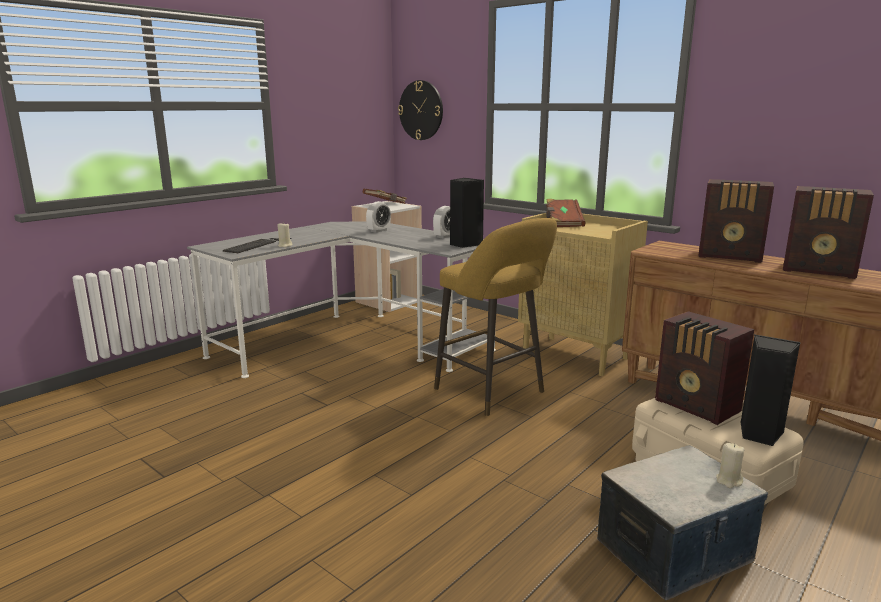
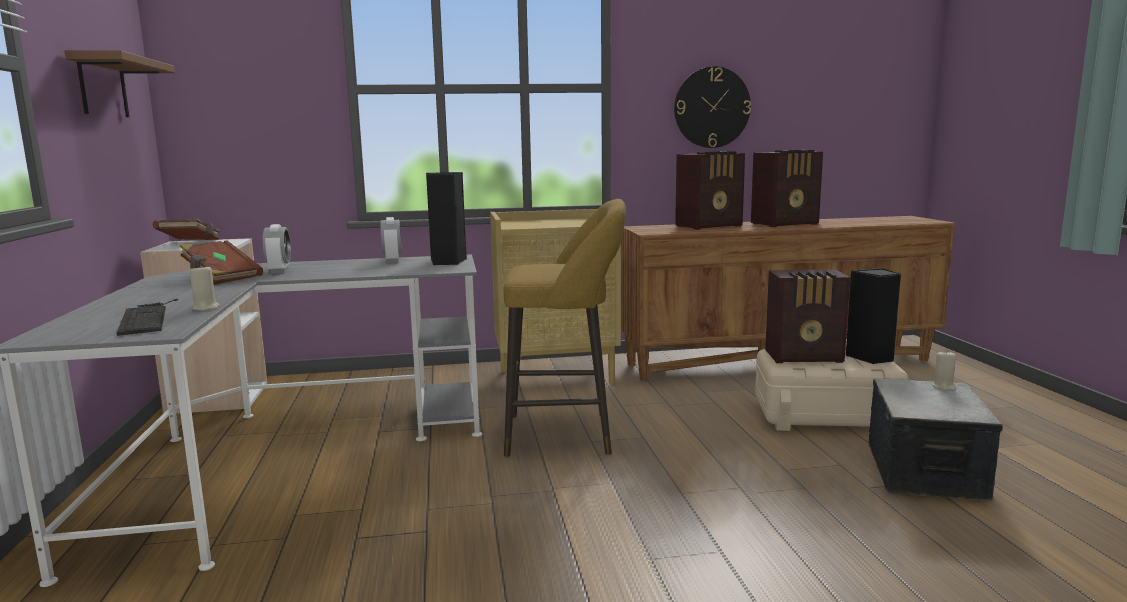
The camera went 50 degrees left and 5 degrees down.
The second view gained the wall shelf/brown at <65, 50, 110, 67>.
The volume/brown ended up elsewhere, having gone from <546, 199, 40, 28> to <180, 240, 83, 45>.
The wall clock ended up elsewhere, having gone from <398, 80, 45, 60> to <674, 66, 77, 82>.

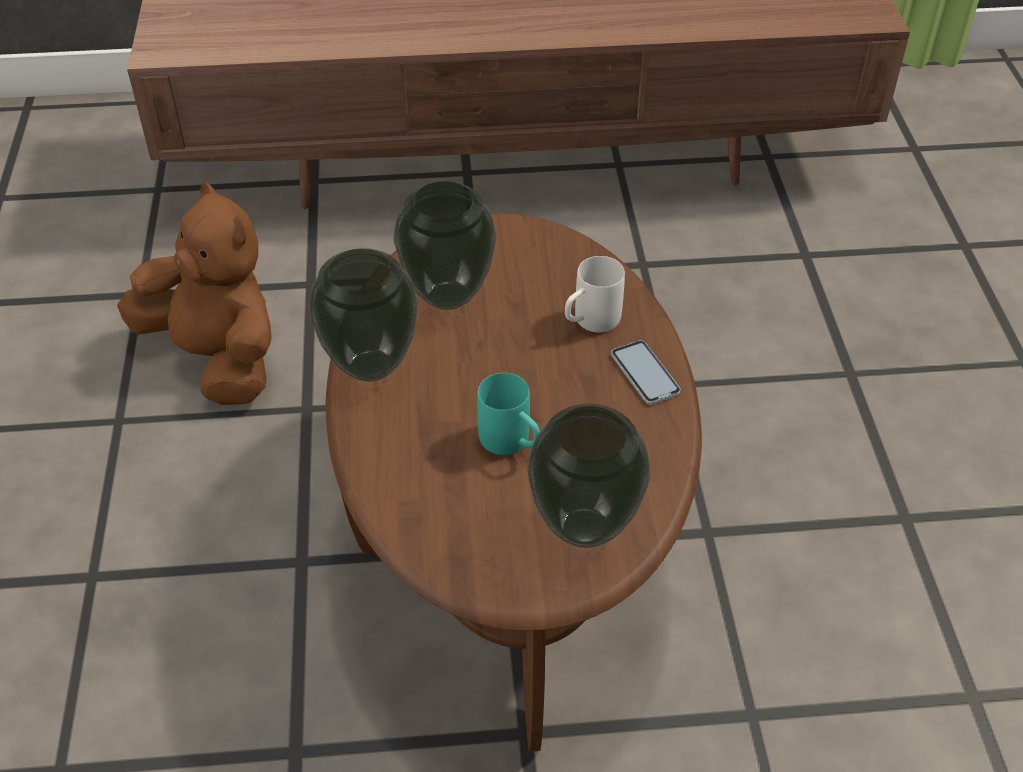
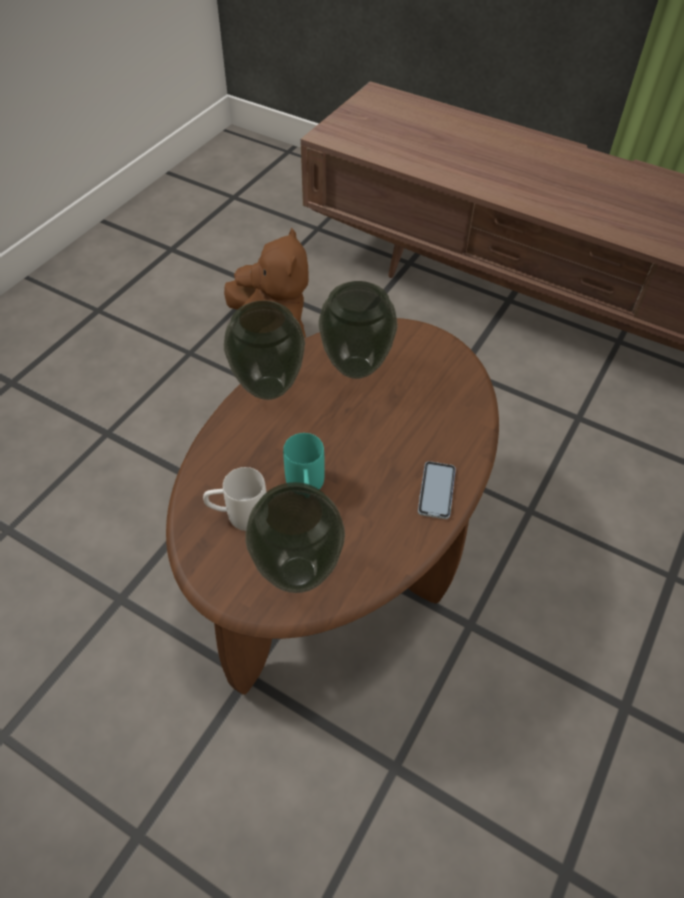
The camera went 35 degrees right and 5 degrees up.
The coffee mug/white ended up elsewhere, having gone from <565, 256, 60, 76> to <203, 467, 63, 64>.

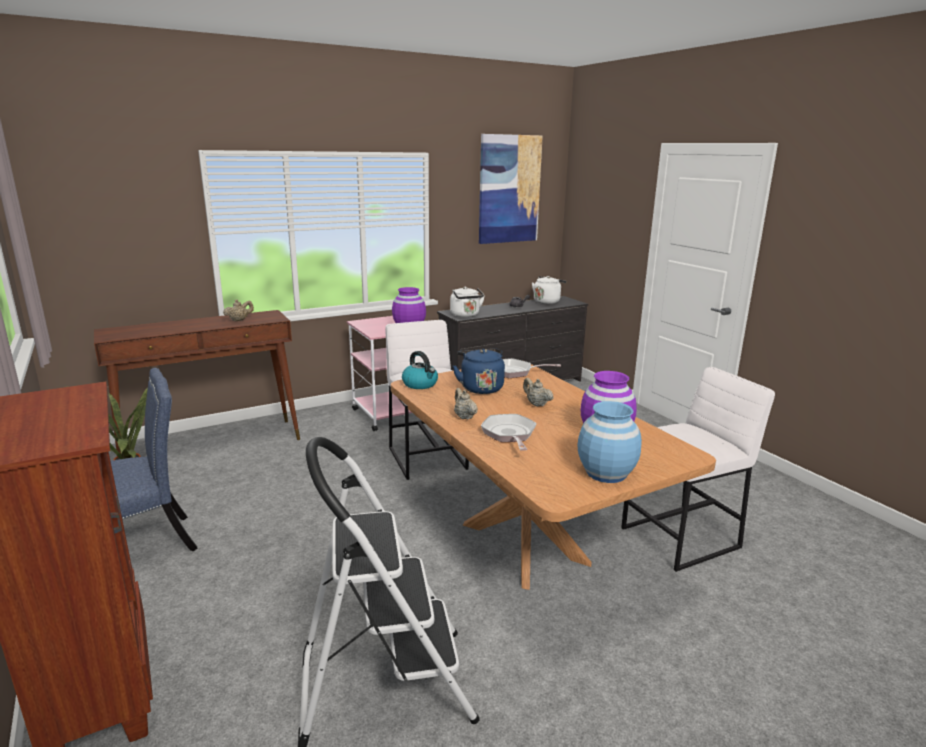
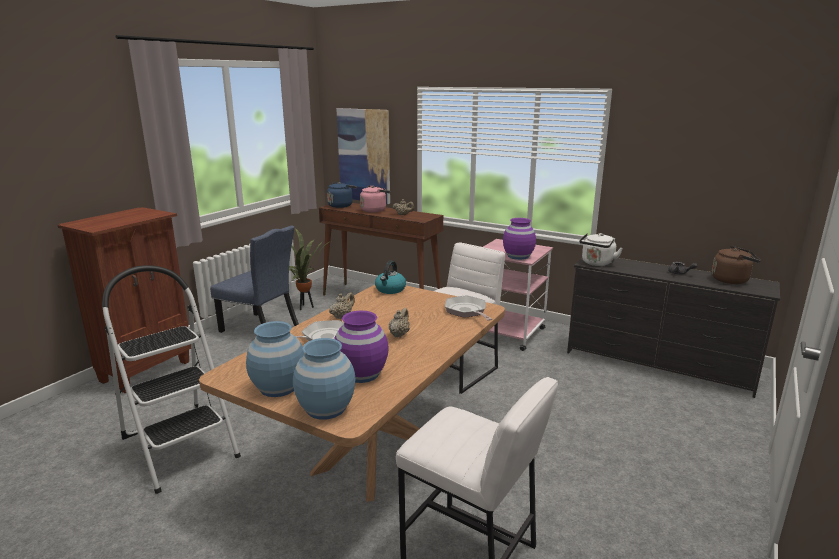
The camera went 60 degrees right and 0 degrees up.
The second view gained the flower vase/bluish at <293, 338, 62, 82>.
The kettle/bluish ended up elsewhere, having gone from <453, 349, 52, 45> to <327, 182, 30, 26>.
The wall picture ended up elsewhere, having gone from <479, 134, 64, 110> to <336, 108, 54, 96>.
The second view gained the kettle/pink at <360, 185, 31, 28>.
What was the kettle/white at <532, 276, 34, 28> turned into the kettle/brown at <712, 246, 49, 38>.

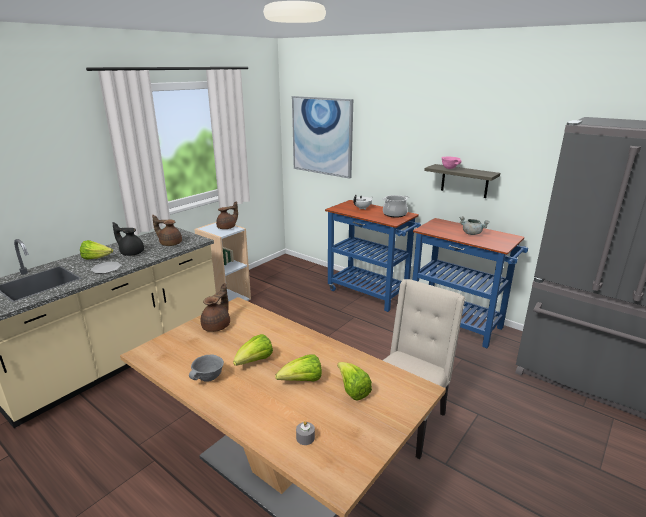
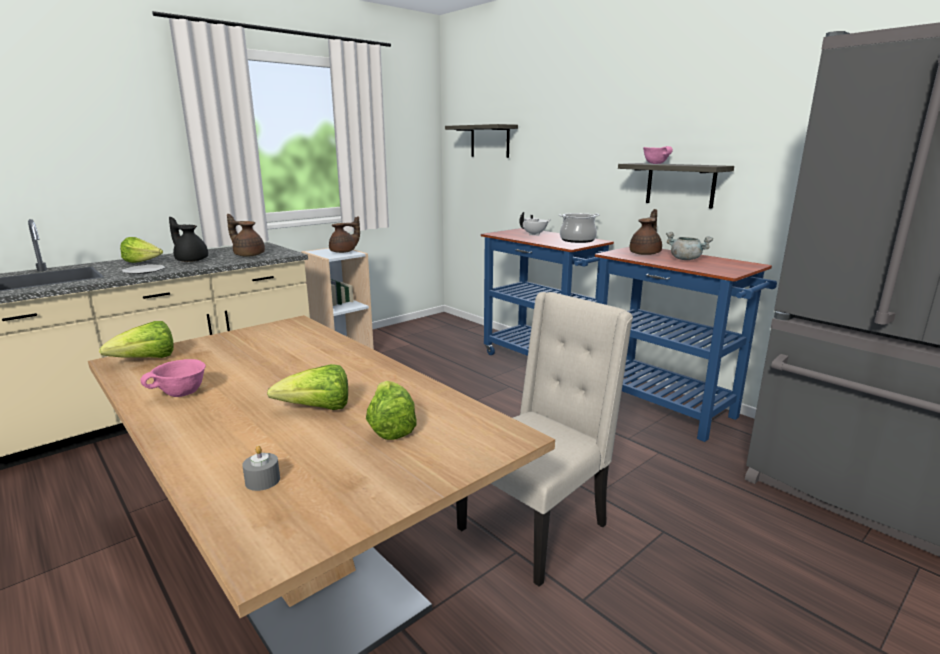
The camera went 10 degrees right and 5 degrees down.
The lettuce ended up elsewhere, having gone from <233, 334, 40, 32> to <99, 321, 74, 37>.
What was the bowl/grey at <189, 354, 35, 28> turned into the bowl/pink at <140, 359, 66, 38>.
Where the wall picture hung at <292, 96, 61, 83>, the wall shelf came to hang at <445, 124, 73, 34>.
The teapot/brown ended up elsewhere, having gone from <201, 283, 29, 49> to <630, 209, 32, 46>.

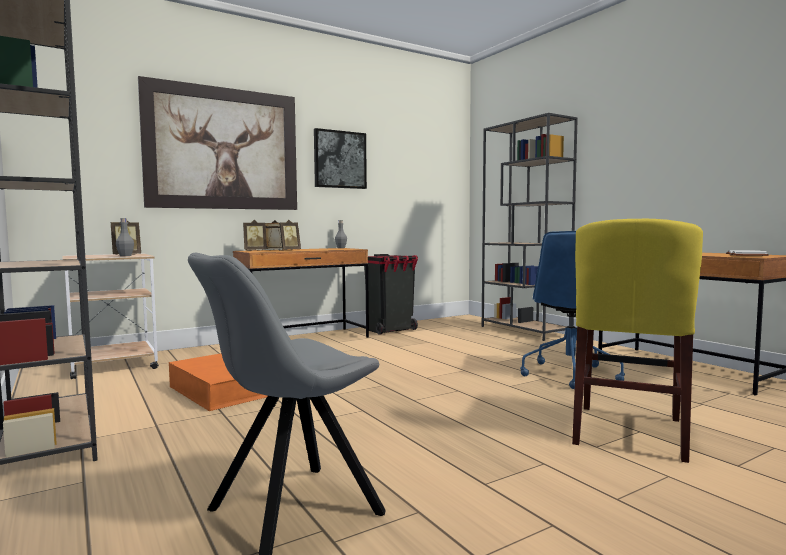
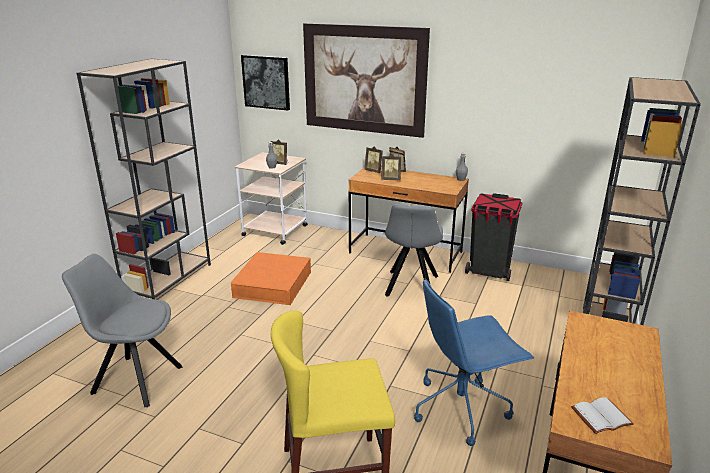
The camera went 55 degrees right and 20 degrees up.
The wall picture ended up elsewhere, having gone from <314, 128, 53, 61> to <241, 55, 49, 55>.
The second view gained the plain chair/grey at <385, 204, 58, 93>.

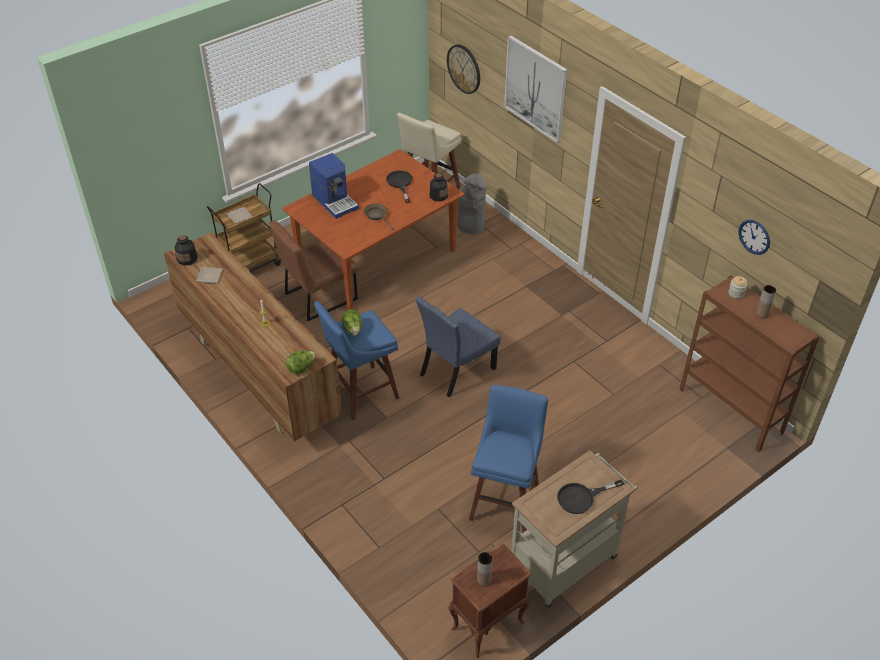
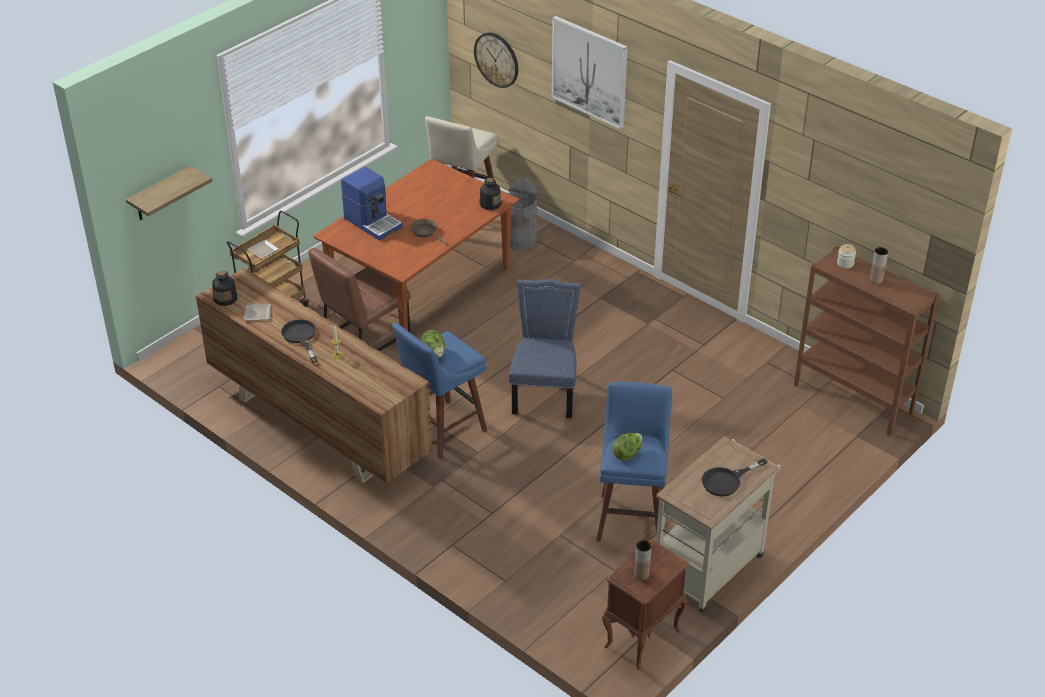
The camera went 10 degrees left and 5 degrees down.
The second view gained the wall shelf at <126, 166, 86, 54>.
The skillet/blackish ended up elsewhere, having gone from <386, 170, 26, 33> to <281, 319, 37, 44>.
The plain chair/bluish at <416, 296, 85, 101> ended up facing another way, 150 degrees clockwise from before.
The lettuce ended up elsewhere, having gone from <286, 350, 30, 24> to <612, 433, 30, 27>.
The second view lost the wall clock at <738, 220, 32, 35>.

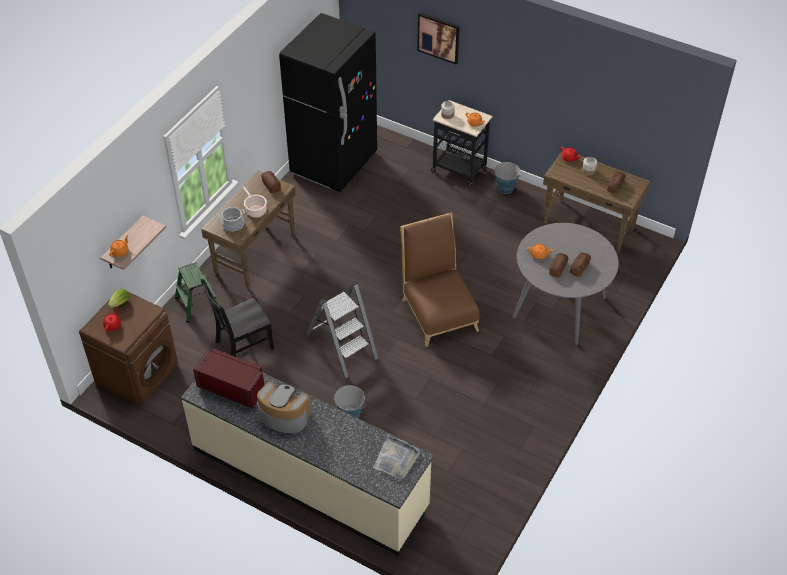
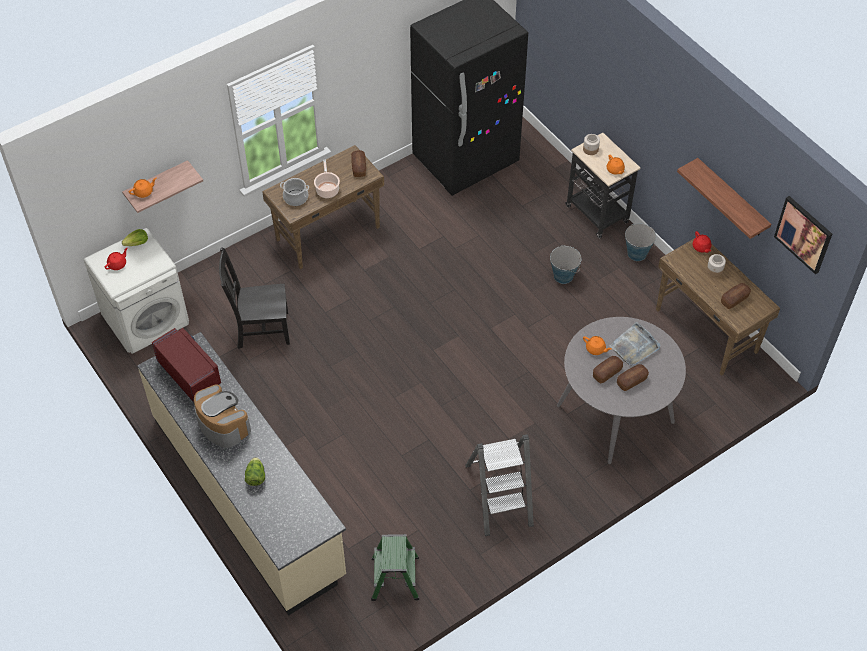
The camera went 25 degrees right and 5 degrees up.
What was the washing machine/brown at <79, 288, 99, 117> turned into the washing machine/white at <84, 228, 105, 126>.
The second view gained the lettuce at <245, 457, 20, 29>.
The step stool/greenish ended up elsewhere, having gone from <175, 262, 45, 61> to <371, 534, 49, 67>.
The step stool/grey ended up elsewhere, having gone from <305, 281, 74, 98> to <465, 434, 69, 102>.
The pail ended up elsewhere, having gone from <334, 385, 31, 33> to <550, 245, 32, 39>.
The tray/grey ended up elsewhere, having gone from <373, 435, 47, 44> to <609, 322, 51, 44>.
The second view gained the wall shelf at <677, 158, 94, 81>.
The wall picture ended up elsewhere, having gone from <417, 12, 43, 52> to <774, 196, 58, 78>.
The second view lost the plain chair/brown at <400, 212, 79, 135>.

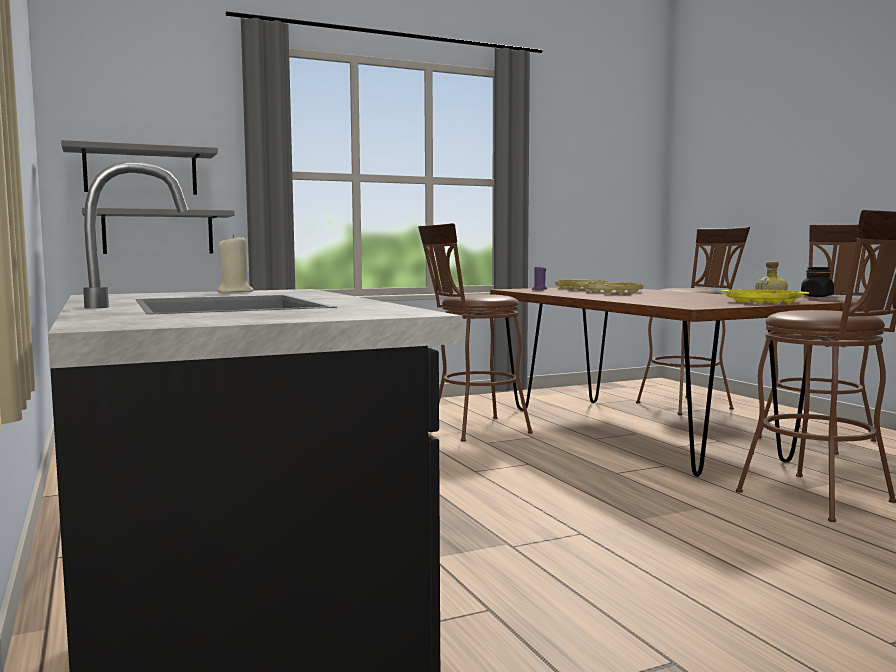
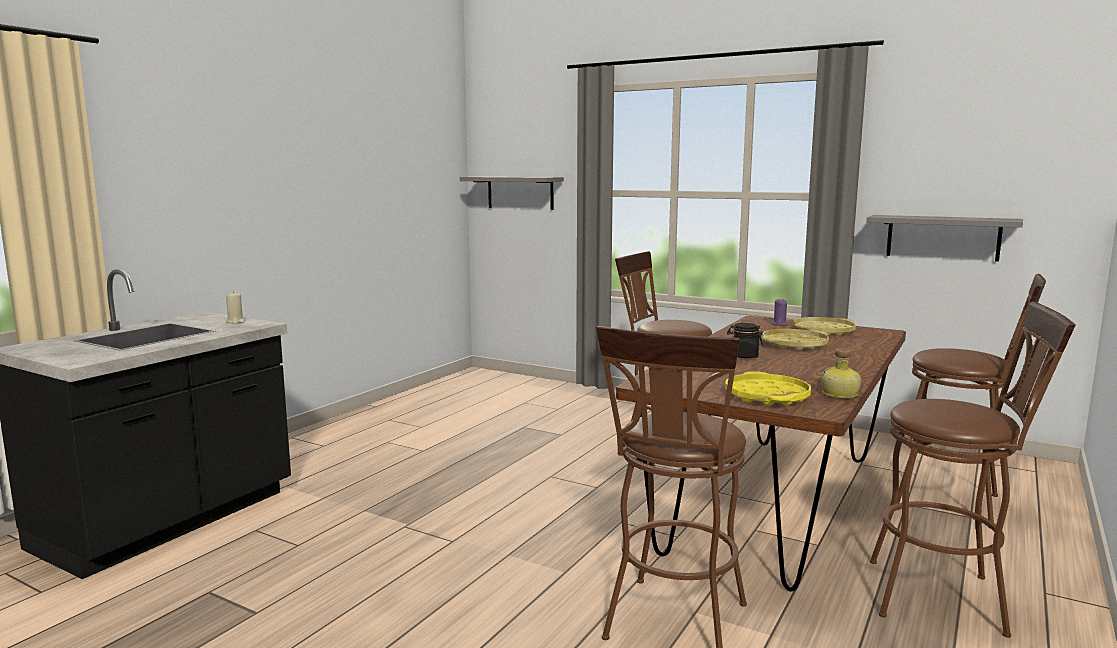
The camera went 55 degrees right and 5 degrees up.
The storage jar/blackish ended up elsewhere, having gone from <801, 267, 33, 30> to <727, 323, 36, 35>.
The wall shelf/grey ended up elsewhere, having gone from <82, 208, 152, 46> to <866, 215, 157, 47>.

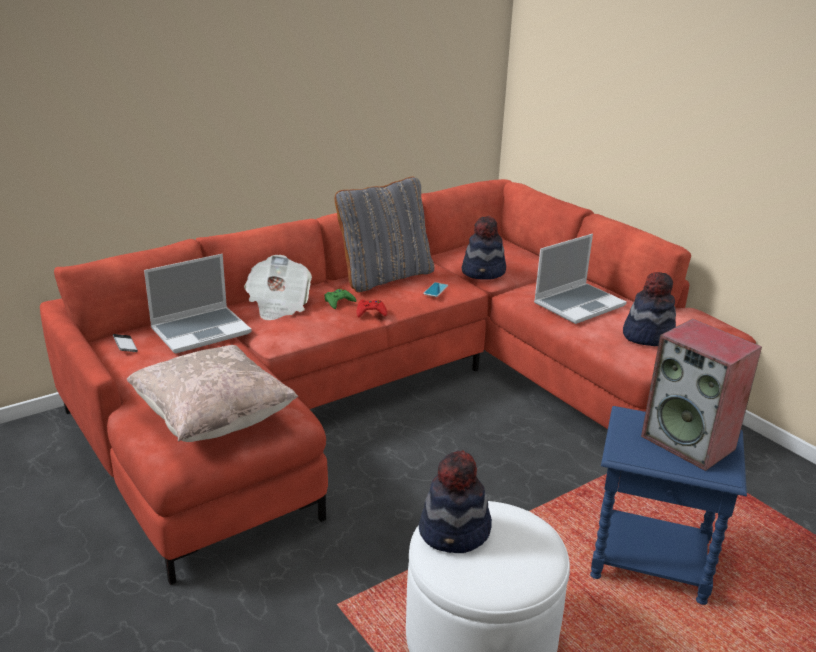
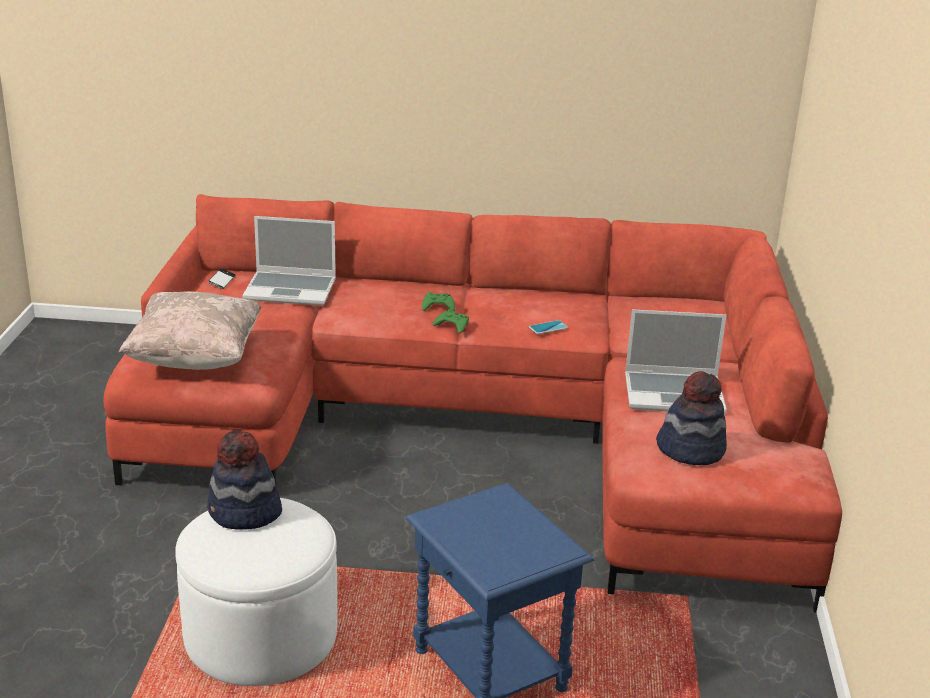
The camera went 40 degrees right and 0 degrees up.
What was the gamepad/red at <357, 299, 30, 18> turned into the gamepad/greenish at <433, 309, 36, 24>.
The second view lost the newspaper at <244, 255, 68, 65>.
The second view lost the cushion/grey at <335, 177, 99, 116>.
The second view lost the clothing hat at <462, 216, 44, 64>.
The second view lost the loudspeaker at <641, 319, 121, 152>.

